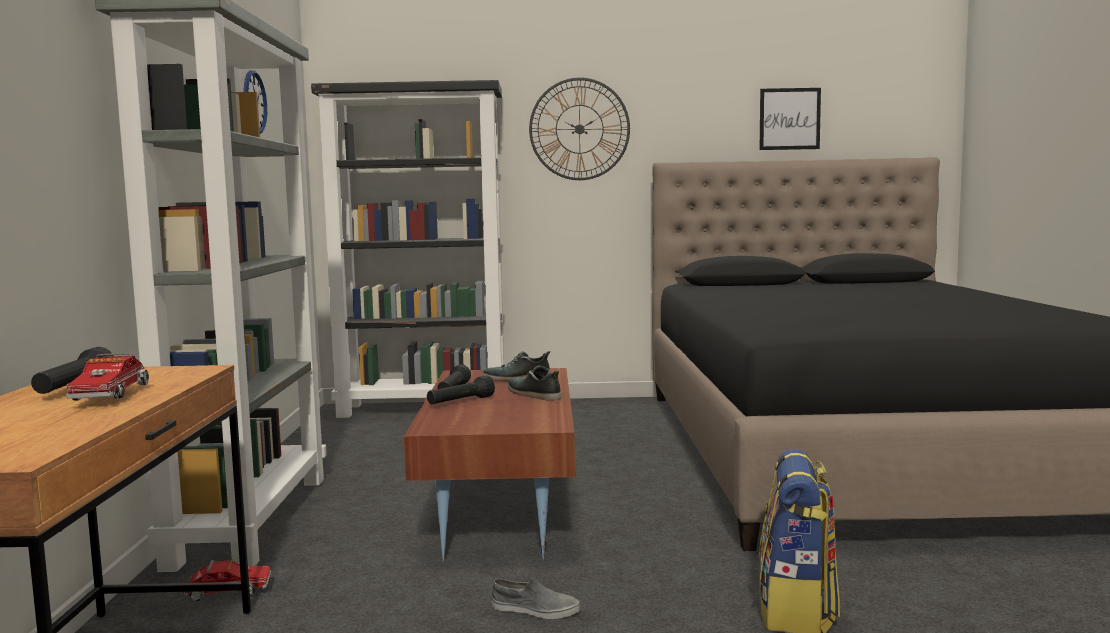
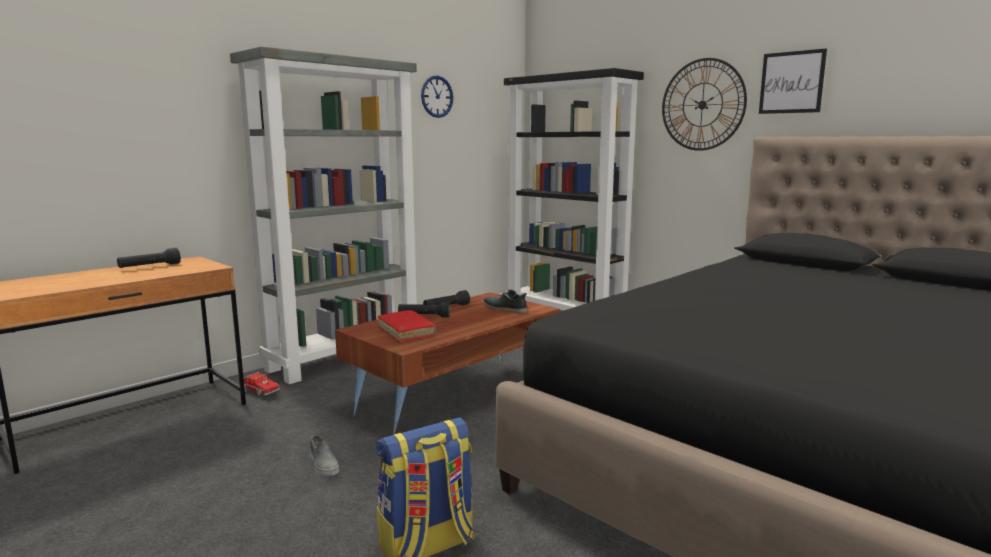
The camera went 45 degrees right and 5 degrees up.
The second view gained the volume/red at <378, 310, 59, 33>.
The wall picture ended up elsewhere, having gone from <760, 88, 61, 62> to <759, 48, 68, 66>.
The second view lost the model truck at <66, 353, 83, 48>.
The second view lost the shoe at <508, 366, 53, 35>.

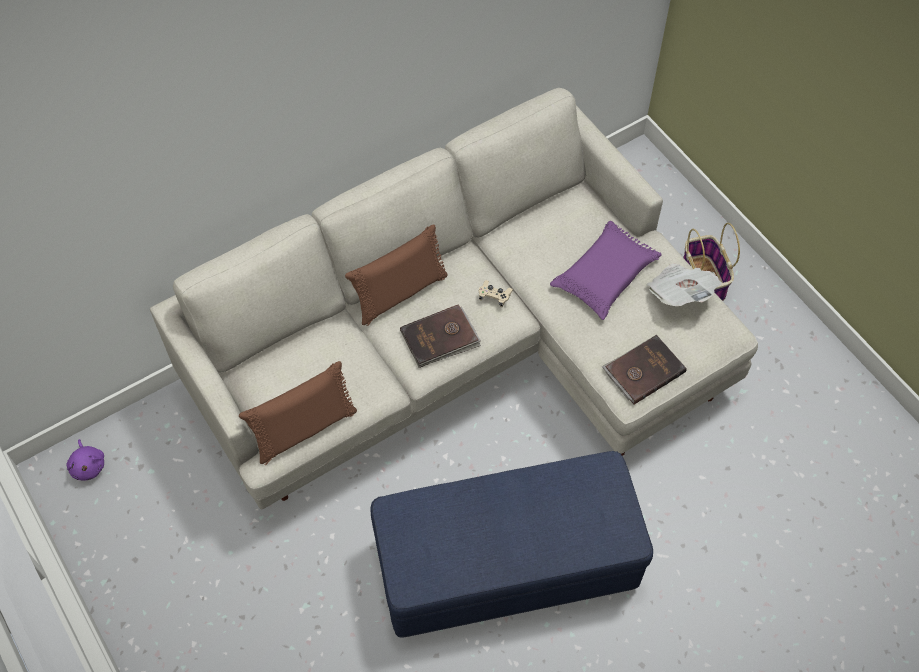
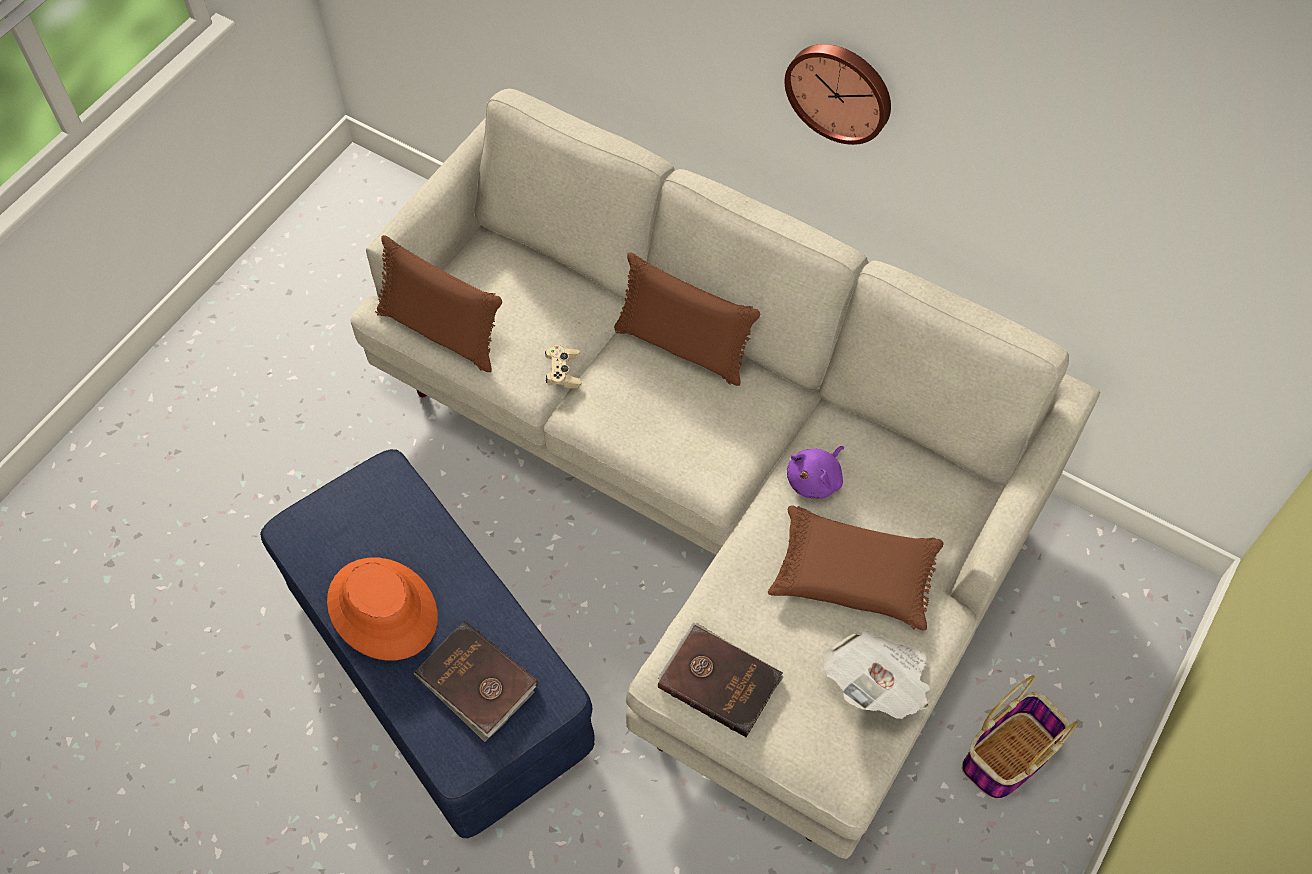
The camera went 65 degrees right and 0 degrees up.
The second view gained the clothing hat/orangey at <327, 558, 111, 102>.
The volume/brown ended up elsewhere, having gone from <400, 304, 81, 64> to <413, 621, 125, 121>.
The gamepad/beige-coloured ended up elsewhere, having gone from <479, 280, 34, 27> to <545, 345, 36, 43>.
What was the cushion/purple-coloured at <550, 221, 112, 99> turned into the cushion/brown at <768, 505, 176, 126>.
The second view gained the wall clock at <785, 44, 106, 101>.
The soft toy/purple-coloured ended up elsewhere, having gone from <67, 439, 37, 42> to <787, 446, 57, 53>.

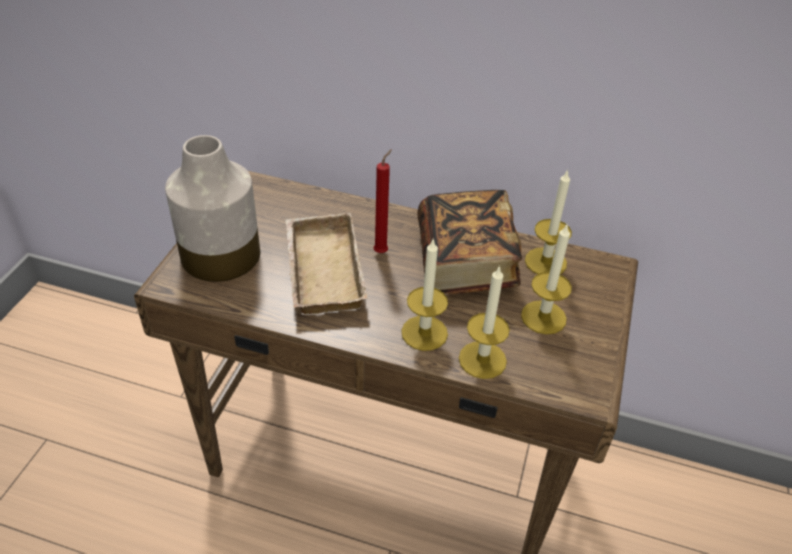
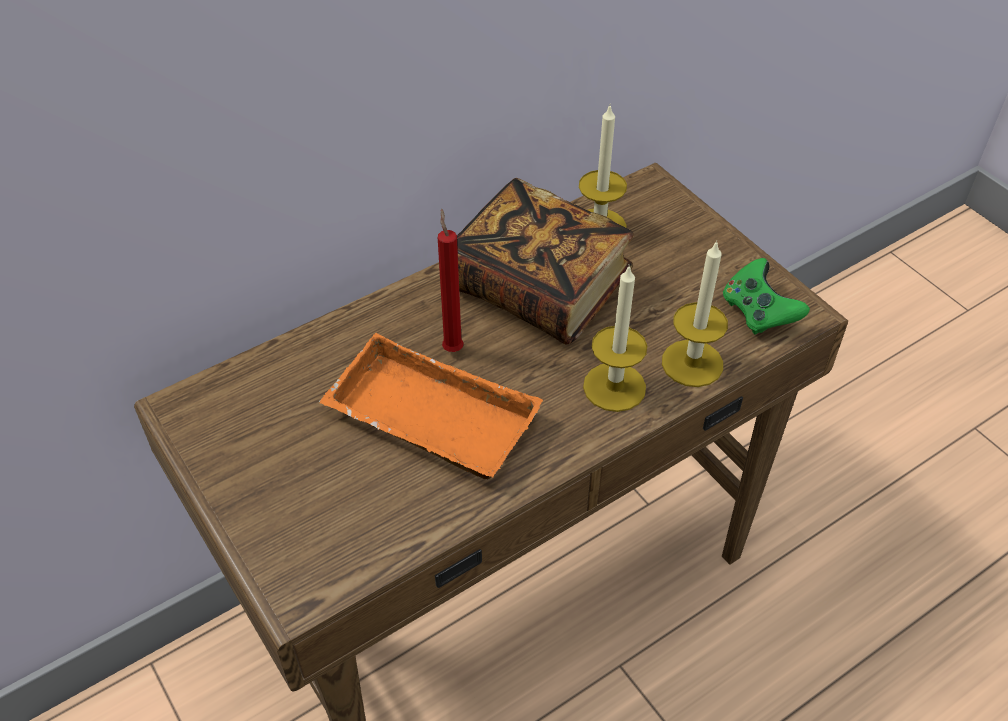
The camera went 50 degrees left and 5 degrees up.
What was the tray/beige-coloured at <285, 213, 83, 101> turned into the tray/orangey at <319, 333, 224, 147>.
The second view gained the gamepad/greenish at <723, 258, 87, 77>.
The second view lost the flower vase/beige-coloured at <165, 135, 95, 147>.
The second view lost the candle at <521, 225, 51, 109>.

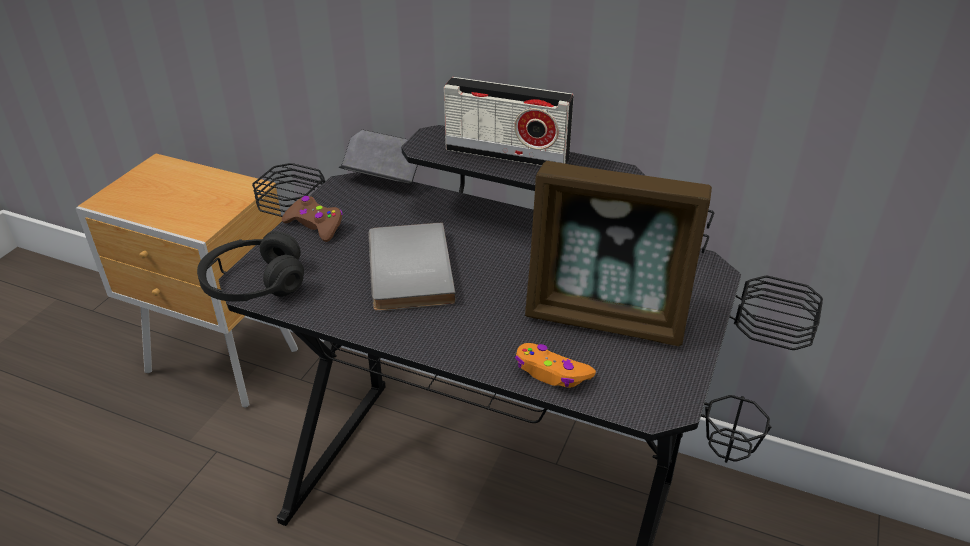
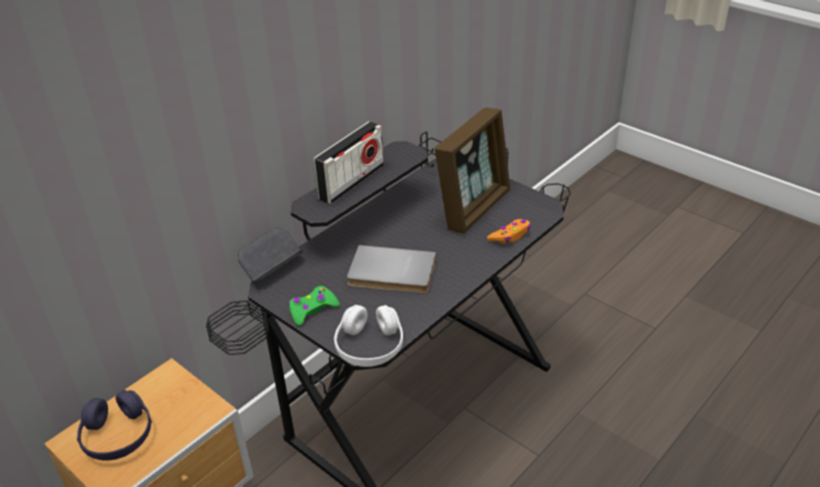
The camera went 70 degrees left and 0 degrees up.
The second view gained the headset/purple-coloured at <77, 390, 75, 71>.
What was the gamepad/brown at <282, 196, 61, 46> turned into the gamepad/greenish at <289, 286, 51, 40>.
What was the headset/blackish at <197, 231, 107, 71> turned into the headset/white at <334, 305, 69, 62>.

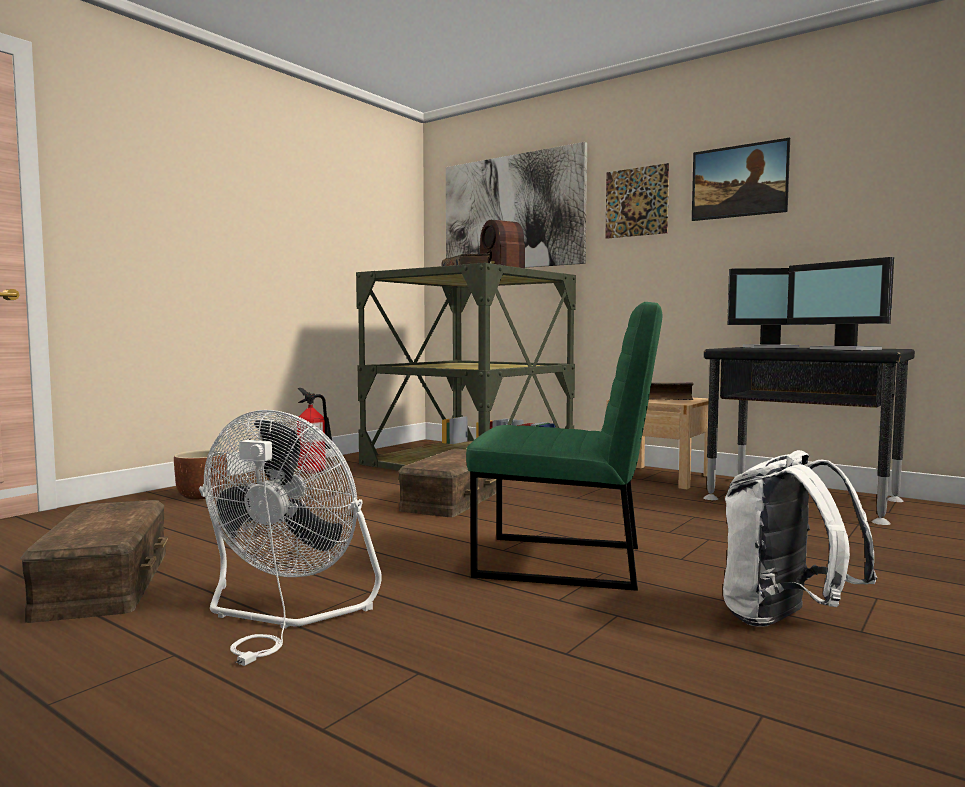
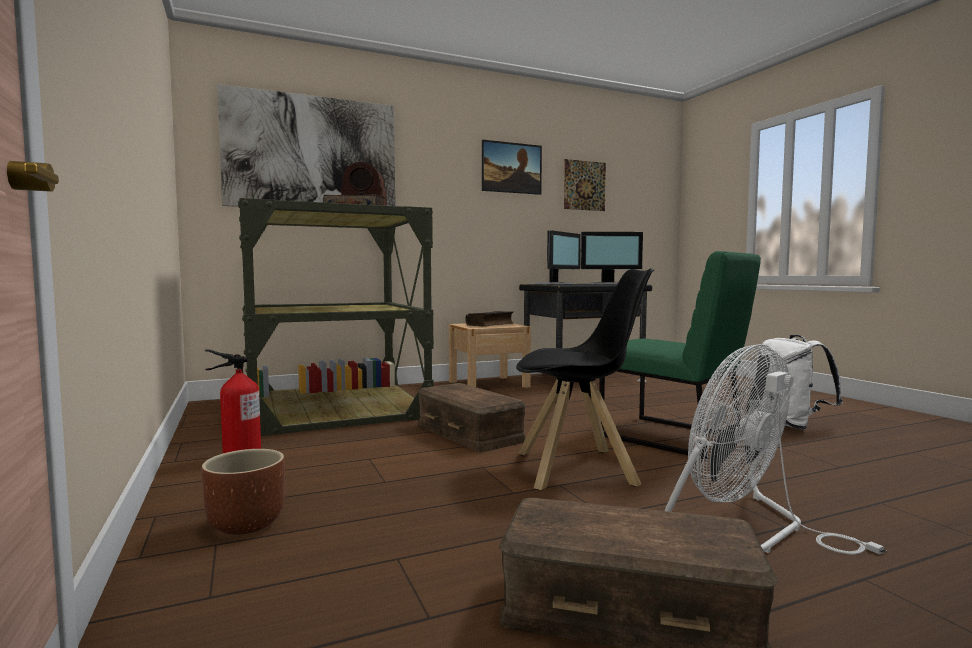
The camera went 60 degrees left and 0 degrees up.
The second view gained the plain chair/blackish at <516, 268, 138, 222>.
The wall picture ended up elsewhere, having gone from <605, 163, 64, 76> to <564, 159, 42, 52>.
The plain chair/greenish at <466, 302, 196, 289> ended up facing another way, 90 degrees clockwise from before.

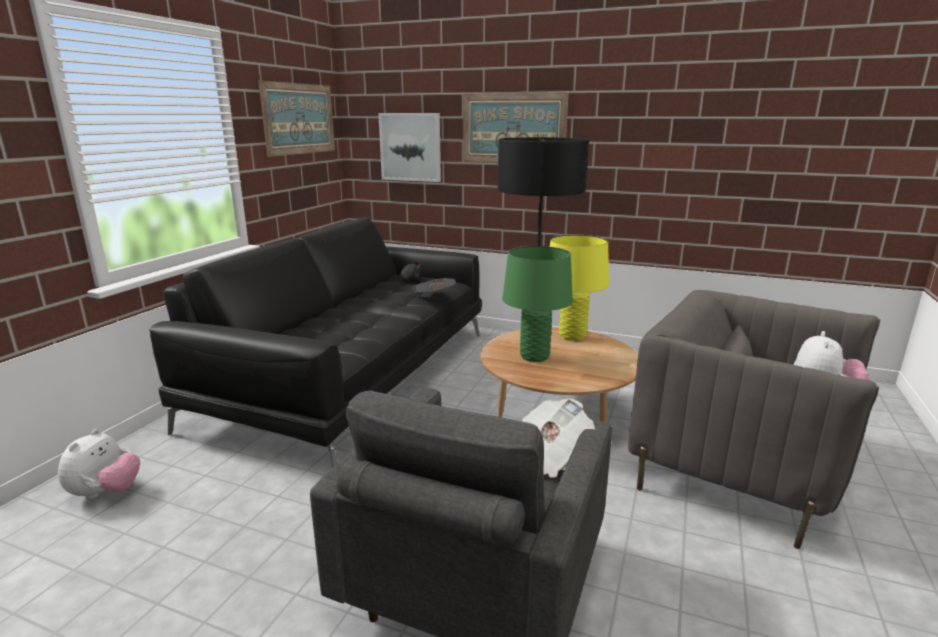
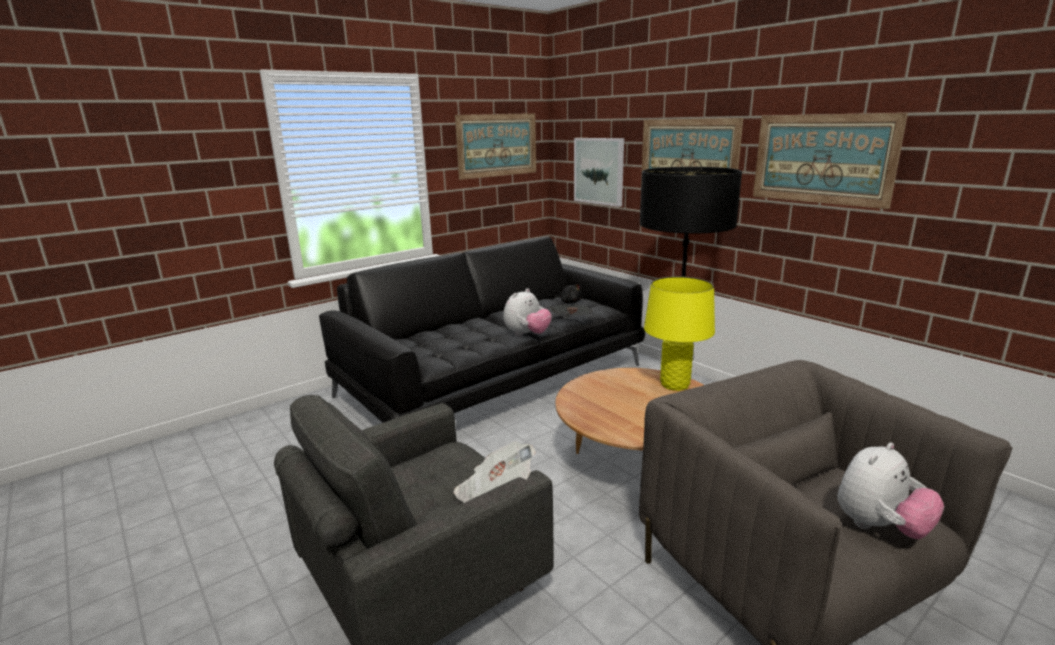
The camera went 30 degrees right and 0 degrees up.
The soft toy ended up elsewhere, having gone from <58, 429, 82, 70> to <504, 288, 48, 48>.
The second view gained the wall picture at <753, 113, 155, 96>.
The second view lost the lamp for a table/greenish at <502, 246, 71, 116>.

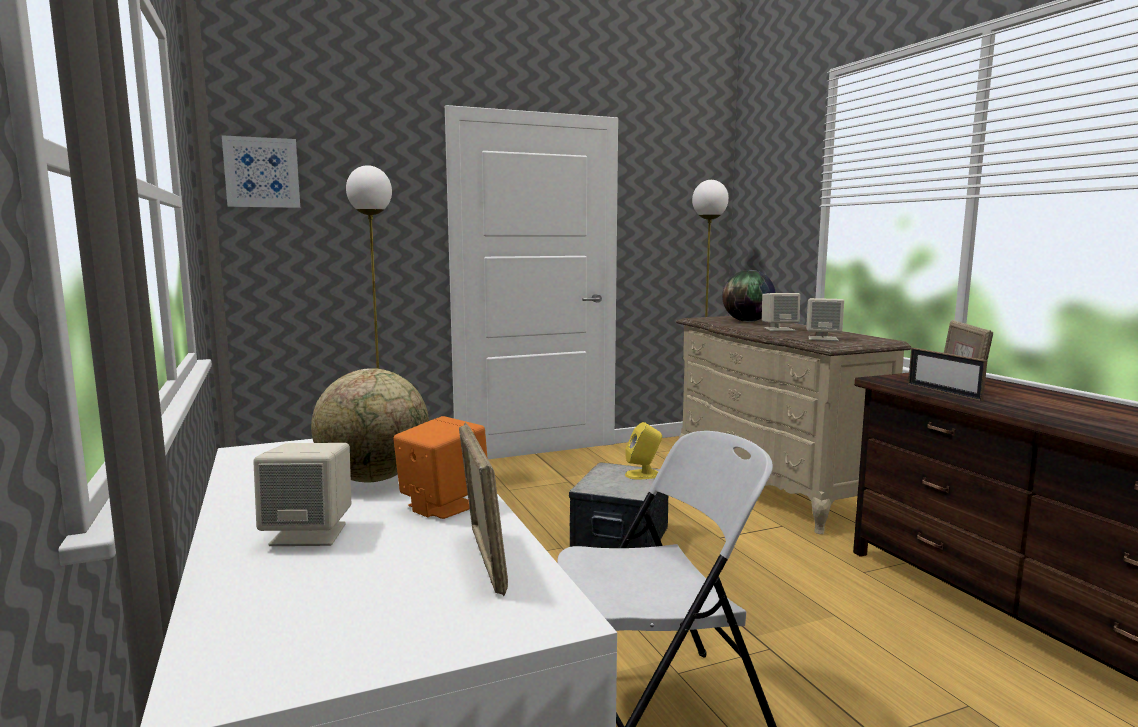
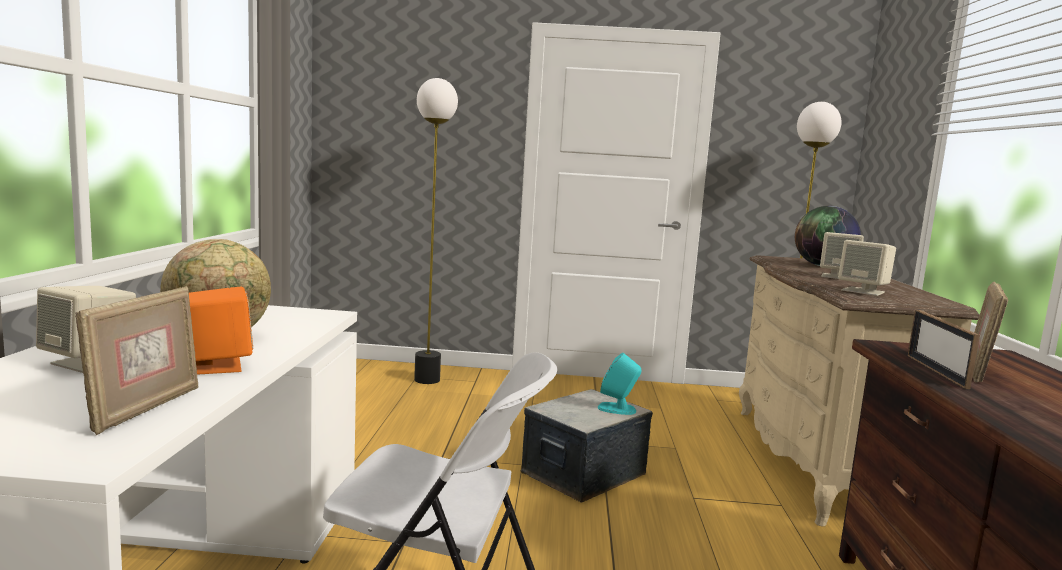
The camera went 25 degrees right and 0 degrees up.
What was the loudspeaker/yellow at <625, 422, 37, 57> turned into the loudspeaker/turquoise at <598, 353, 43, 62>.
The second view lost the wall picture at <222, 135, 78, 73>.

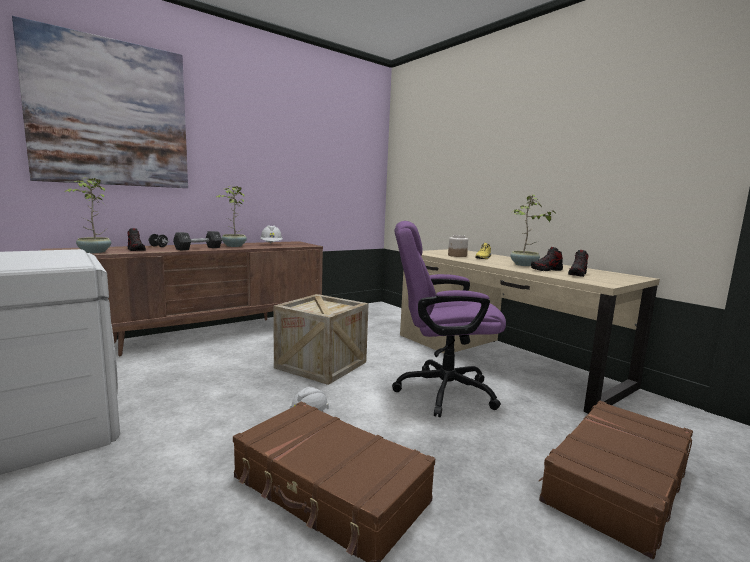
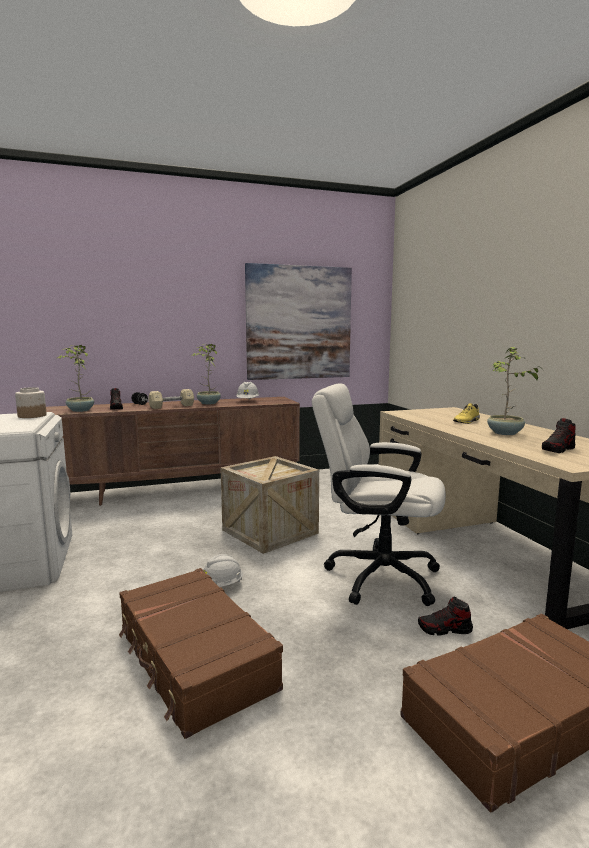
The camera went 20 degrees right and 0 degrees up.
The storage jar ended up elsewhere, having gone from <448, 235, 20, 22> to <15, 387, 32, 31>.
What was the free weight/blackish at <173, 231, 49, 20> turned into the free weight/beige-coloured at <148, 389, 46, 20>.
The wall picture ended up elsewhere, having gone from <12, 16, 176, 172> to <245, 263, 107, 117>.
What was the desk chair/purple-coloured at <392, 221, 114, 196> turned into the desk chair/white at <312, 383, 134, 223>.
The shoe ended up elsewhere, having gone from <531, 247, 32, 24> to <418, 597, 55, 39>.

